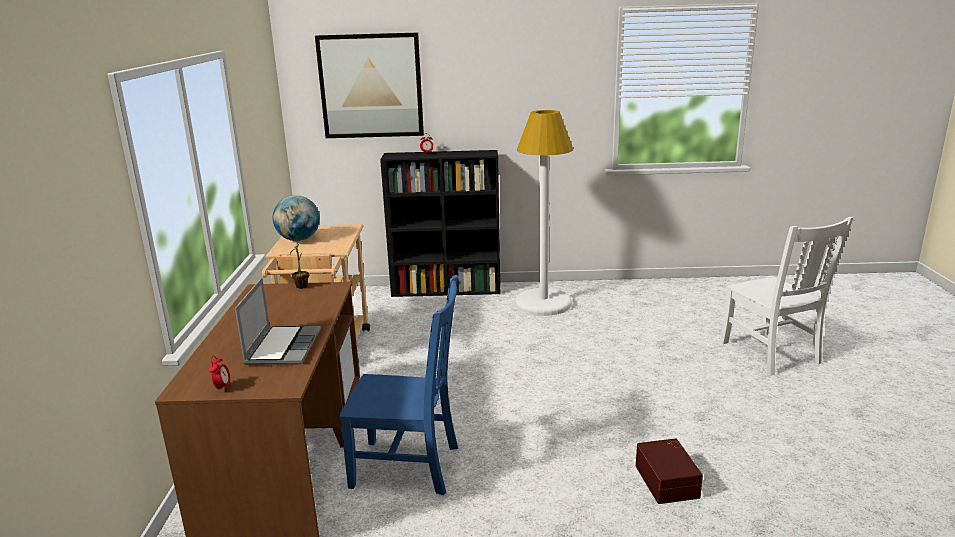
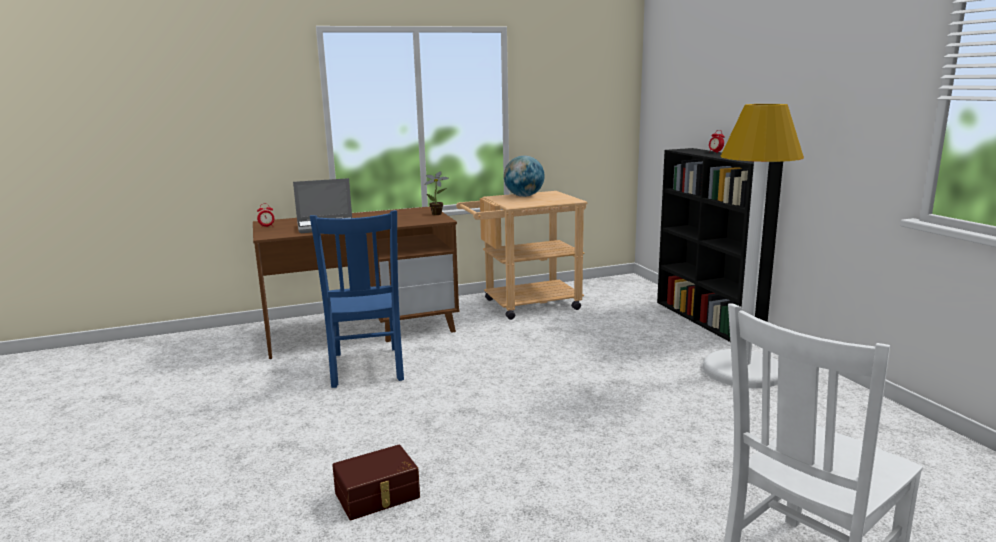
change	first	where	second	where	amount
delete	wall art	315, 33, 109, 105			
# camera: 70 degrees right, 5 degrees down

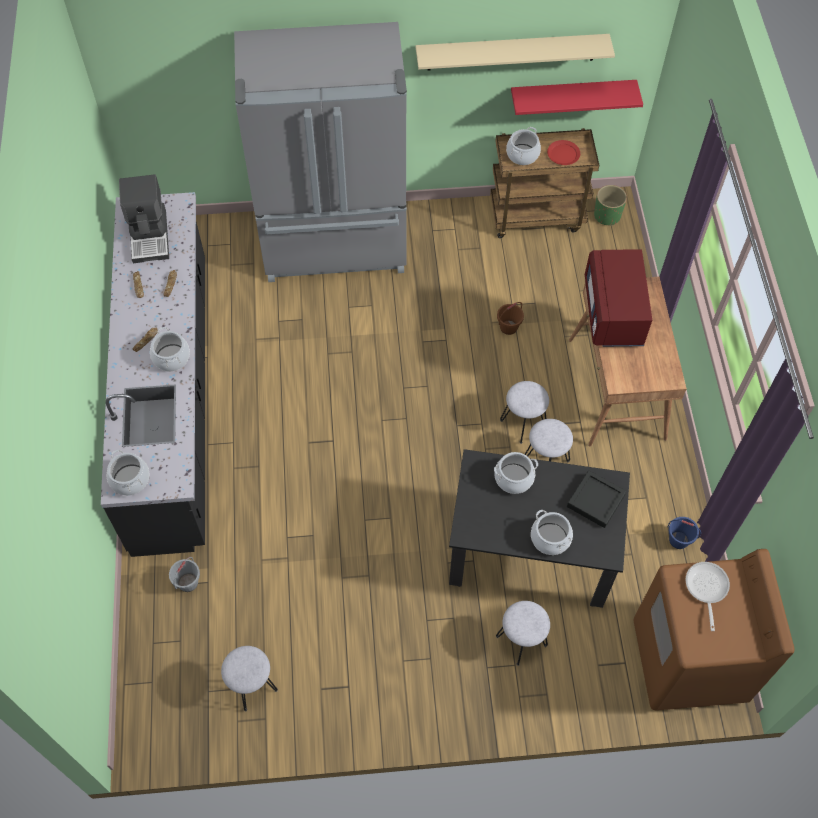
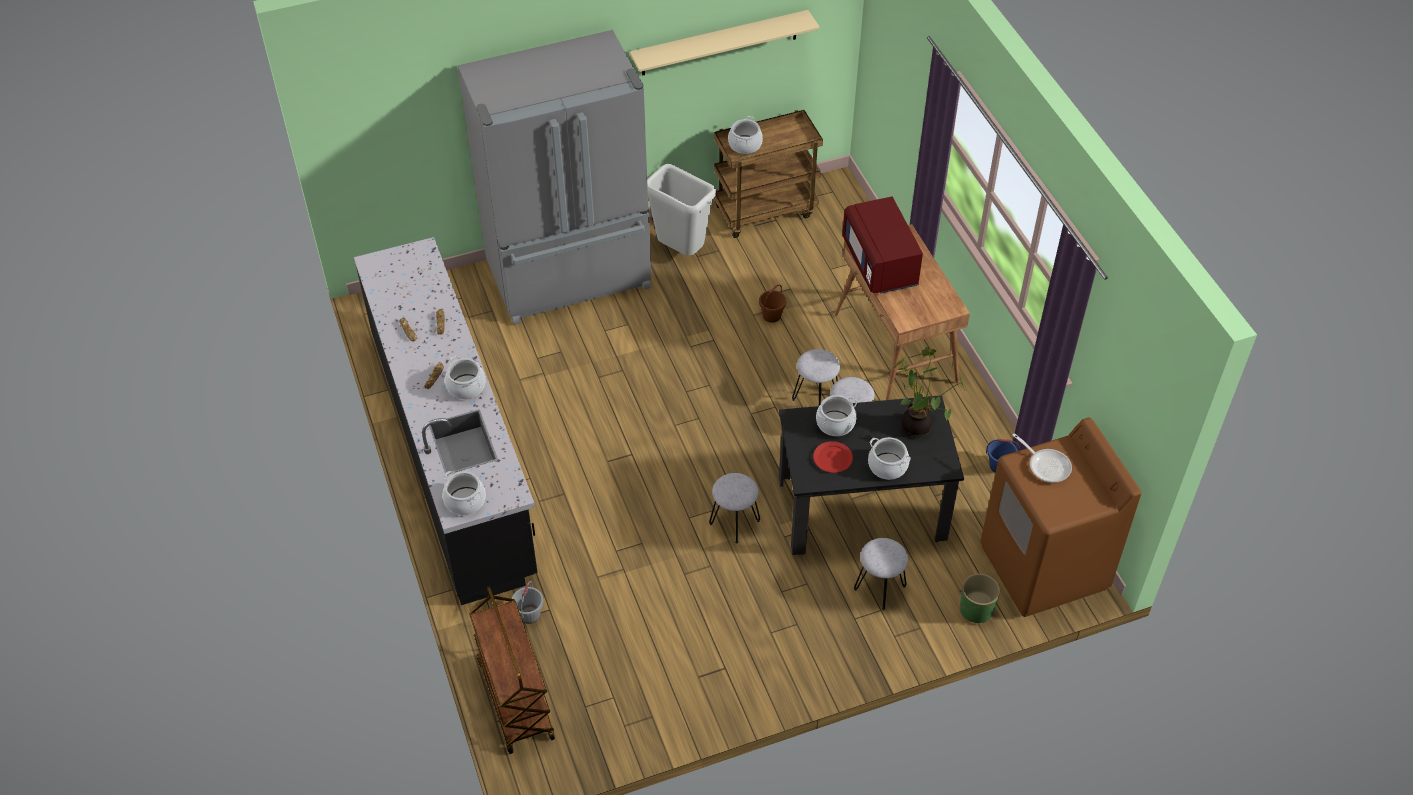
change	first	where	second	where	amount
delete	coffee brewer	119, 174, 50, 89			
delete	wall shelf/reddish	511, 80, 132, 35			
insert			trolley/brownish	469, 586, 86, 168	
insert			rubbish bin/gray	647, 164, 69, 92	
move	stool seat/gray	221, 646, 57, 65		709, 473, 51, 70	
move	plate/reddish	547, 140, 33, 25		813, 441, 40, 32	
move	planter/green-coloured	594, 185, 33, 41		960, 573, 40, 50	
replace	carrying tray/black-coloured	567, 470, 59, 58	houseplant	893, 347, 72, 90	
rotate	frying pan	686, 562, 44, 69		1012, 433, 60, 50	150 degrees clockwise
# camera: 15 degrees left, 10 degrees down

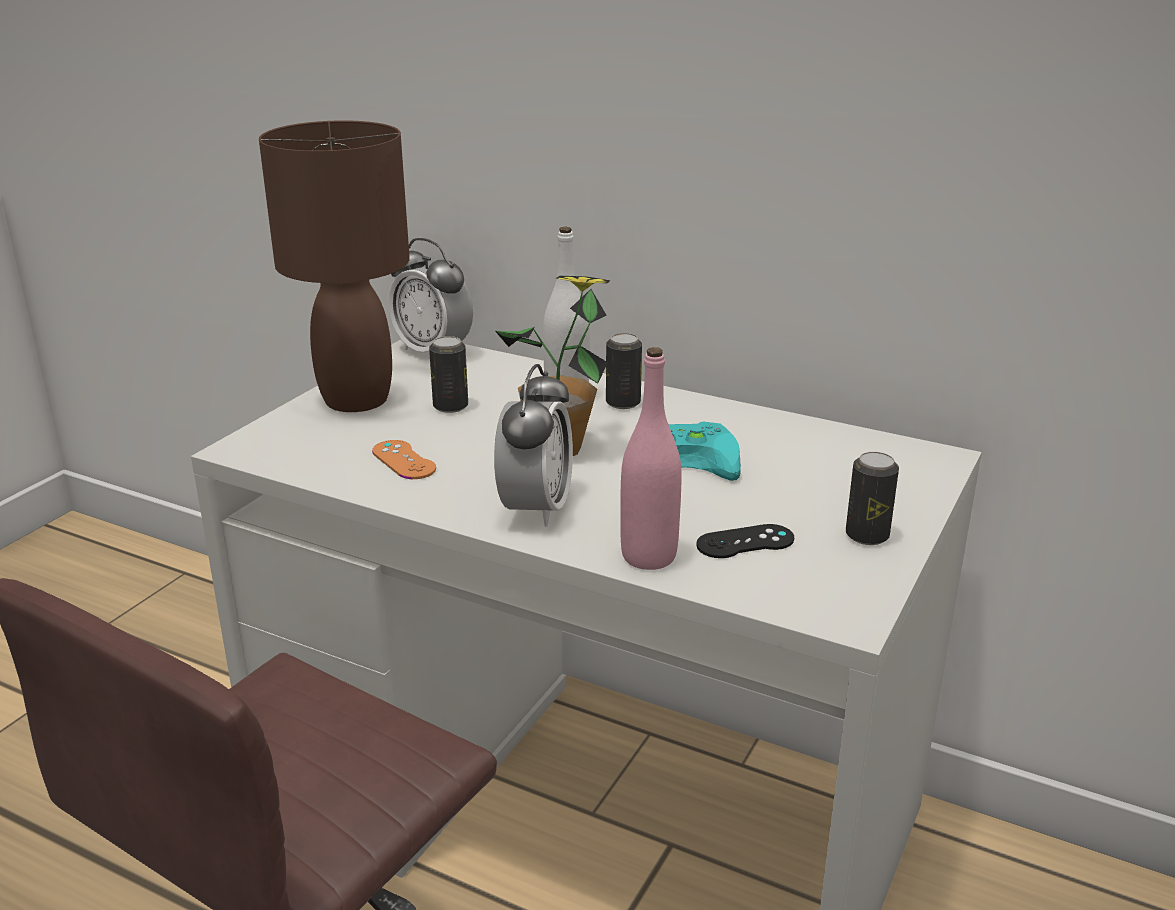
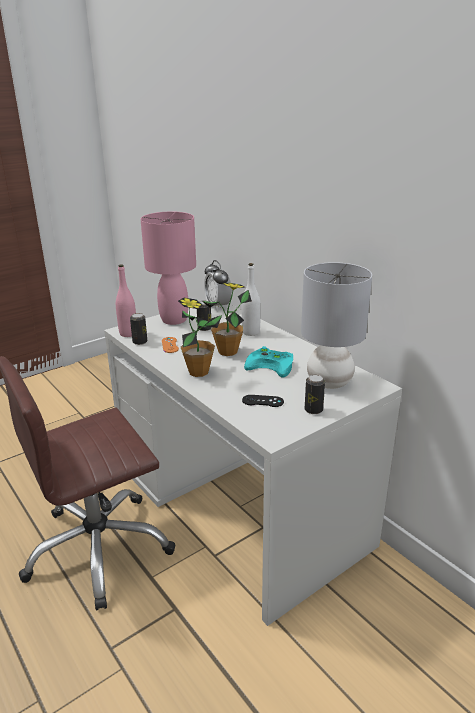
change	first	where	second	where	amount
insert			tabletop lamp/gray	301, 262, 71, 127	
move	can	606, 333, 36, 76		130, 313, 17, 32	
move	drink bottle/pinkish	620, 347, 62, 223		116, 264, 20, 73	
replace	bedside clock	494, 364, 79, 163	houseplant	178, 298, 44, 79	
recolor	tabletop lamp/brownish	259, 120, 151, 292	tabletop lamp/pinkish	140, 211, 56, 114	
# camera: 25 degrees right, 0 degrees up

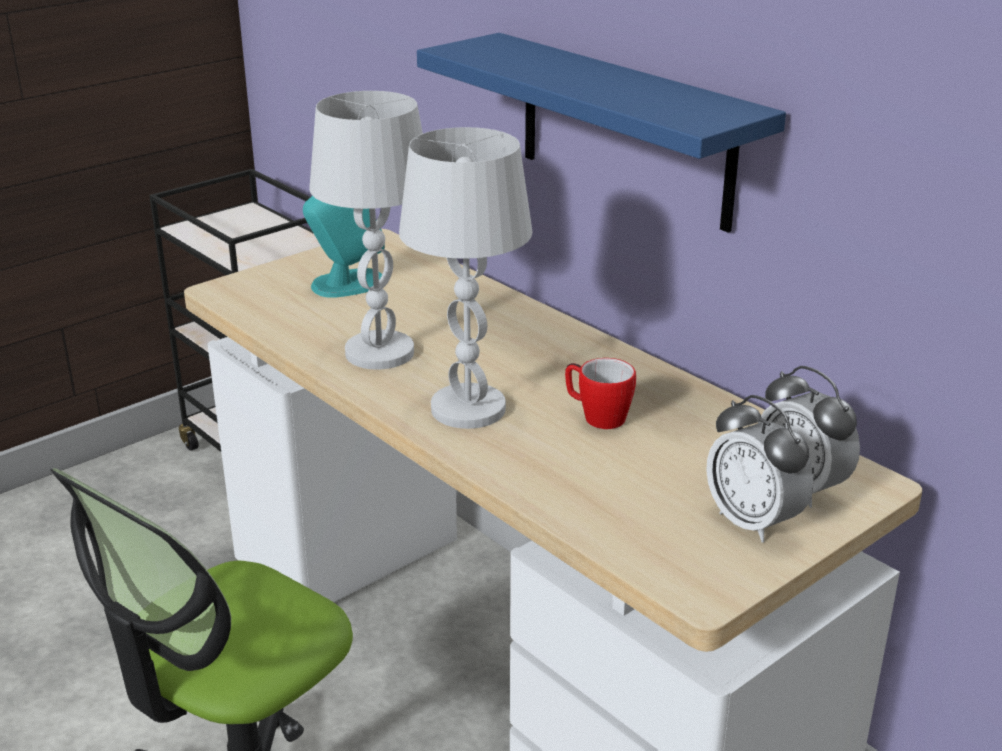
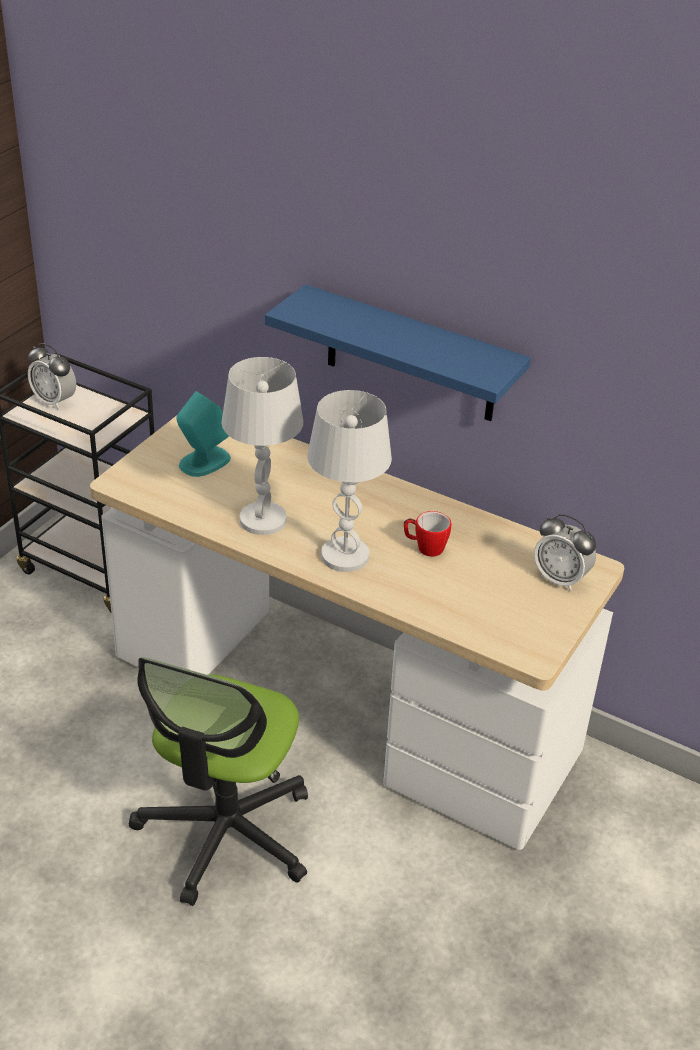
change	first	where	second	where	amount
move	bedside clock	706, 395, 108, 148		28, 343, 48, 67	
# camera: 20 degrees left, 10 degrees up

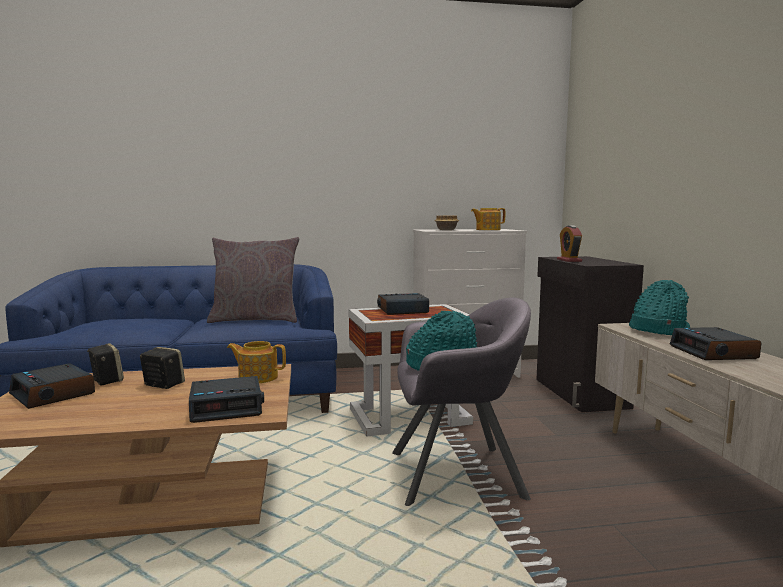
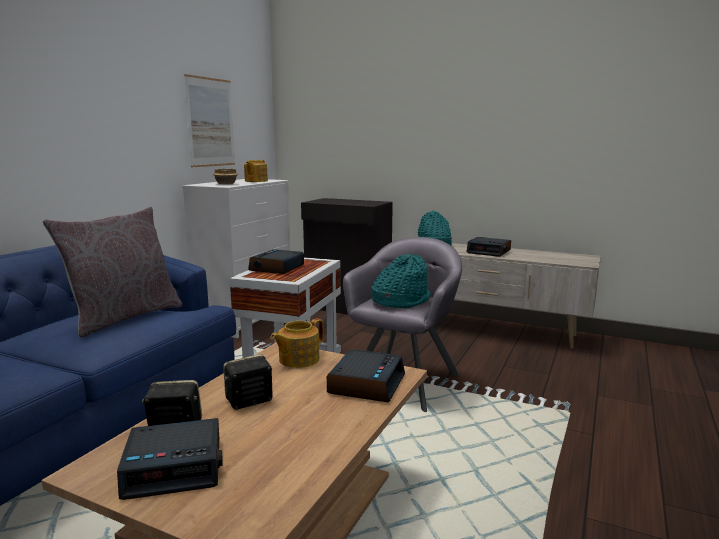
change	first	where	second	where	amount
delete	bedside clock	557, 225, 25, 37			
insert			wall art	184, 74, 51, 93	
# camera: 55 degrees left, 5 degrees up

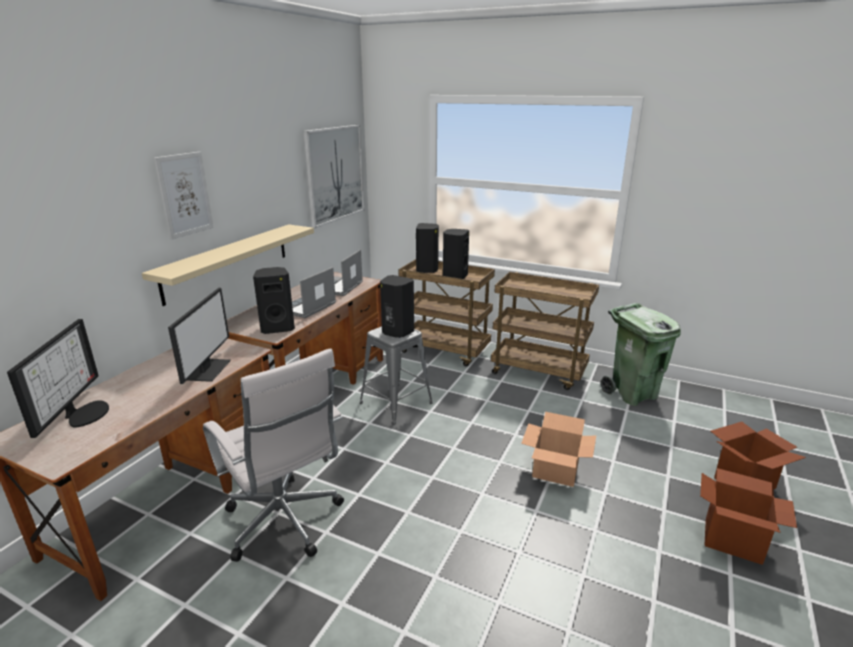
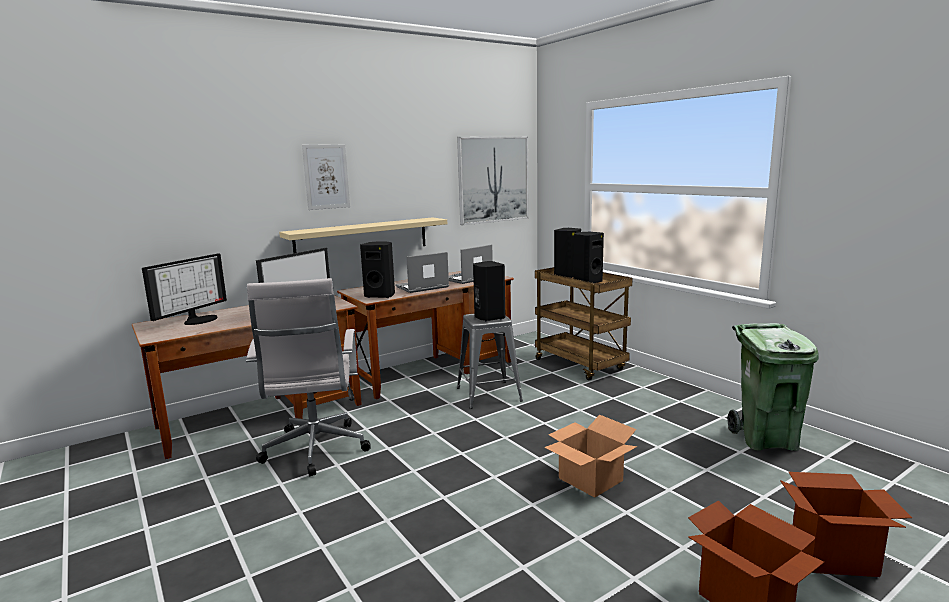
change	first	where	second	where	amount
delete	trolley/brownish	491, 272, 108, 118			
# camera: 30 degrees right, 10 degrees down

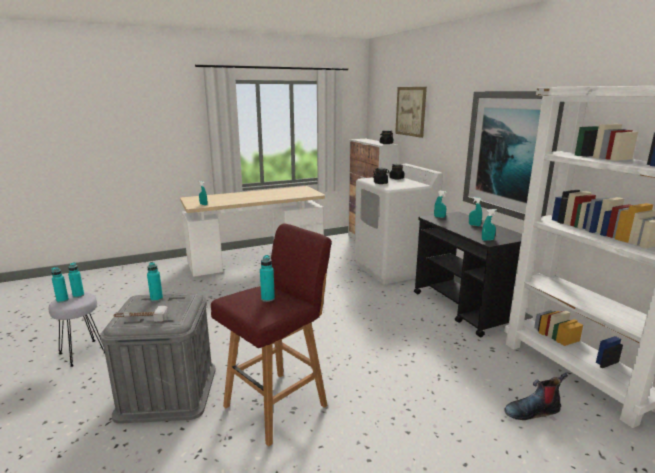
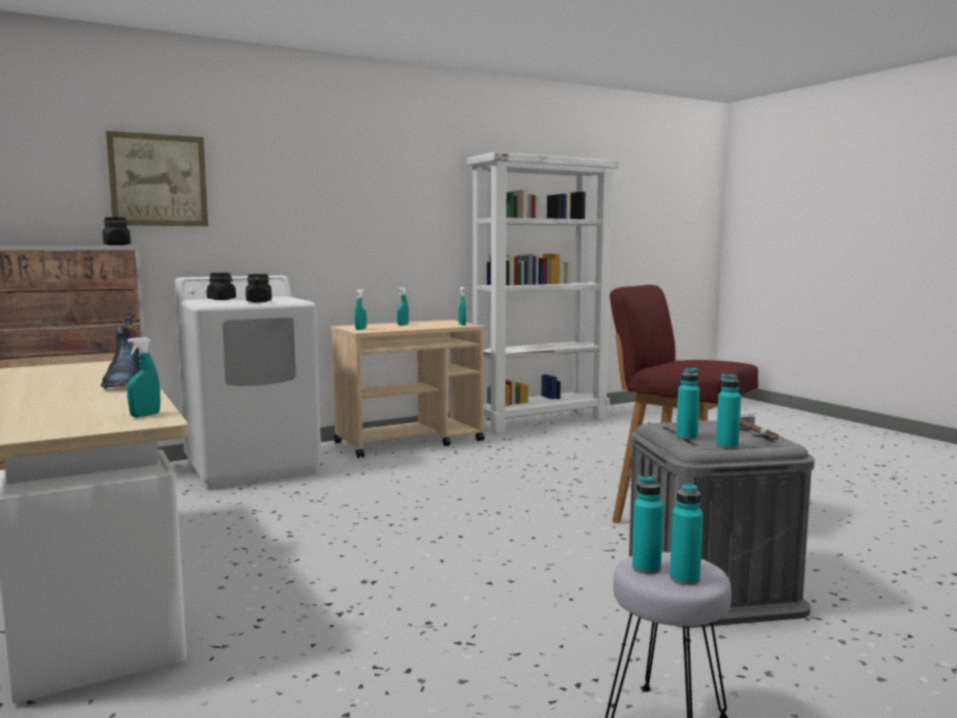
change	first	where	second	where	amount
delete	wall art	463, 91, 102, 129			
move	drink bottle/turquoise	260, 255, 15, 47		716, 374, 25, 75	
move	boot	504, 373, 64, 47		101, 314, 39, 75	
recolor	trolley/black-coloured	414, 212, 108, 125	trolley/beige	331, 320, 154, 138	
# camera: 95 degrees left, 10 degrees down

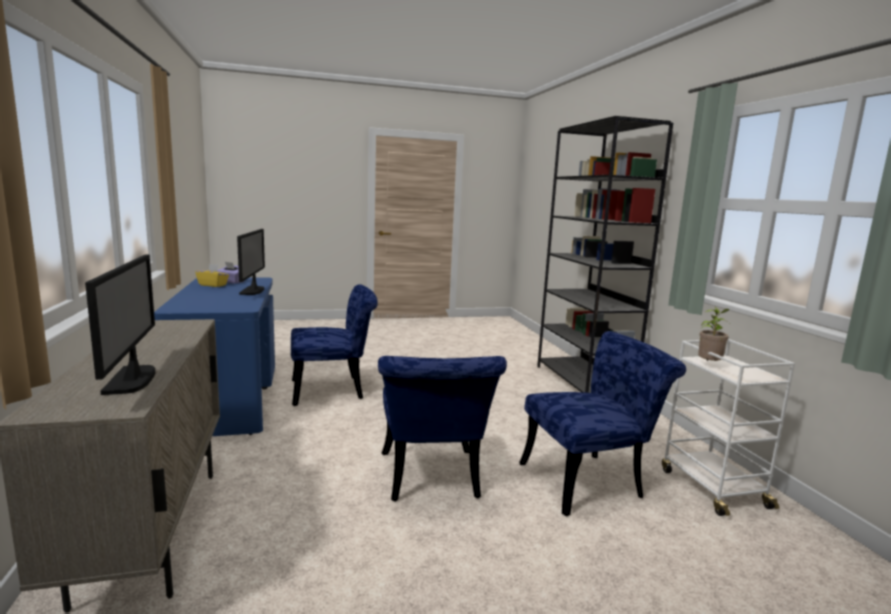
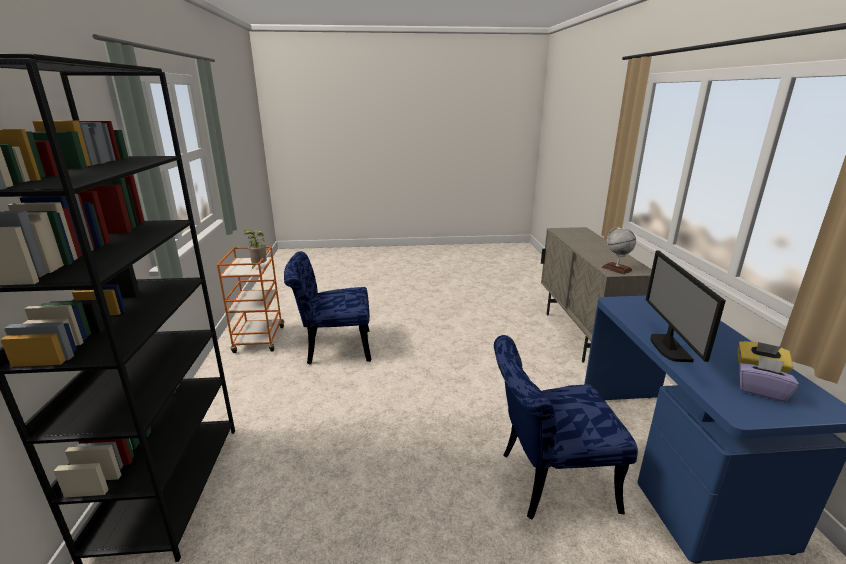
change	first	where	second	where	amount
delete	computer screen	85, 255, 71, 140			
delete	upright chair/blue-coloured	378, 356, 129, 146			
insert			world globe	602, 226, 34, 48	
recolor	trolley/white-coloured	662, 339, 133, 177	trolley/orange	217, 246, 67, 107	
# camera: 170 degrees left, 10 degrees up

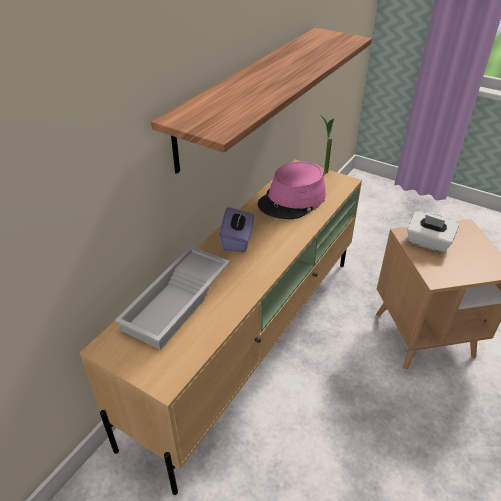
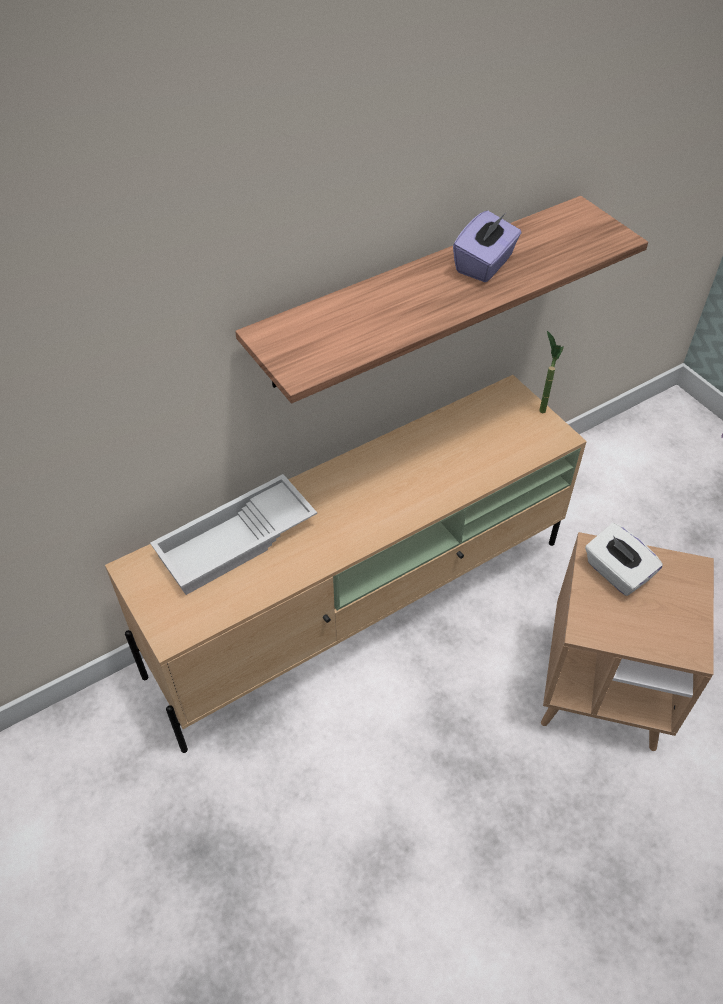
change	first	where	second	where	amount
delete	clothing hat/pinkish	258, 161, 68, 58			
move	tissue holder/purple-coloured	219, 207, 35, 45		453, 211, 68, 71	
# camera: 25 degrees right, 10 degrees up

